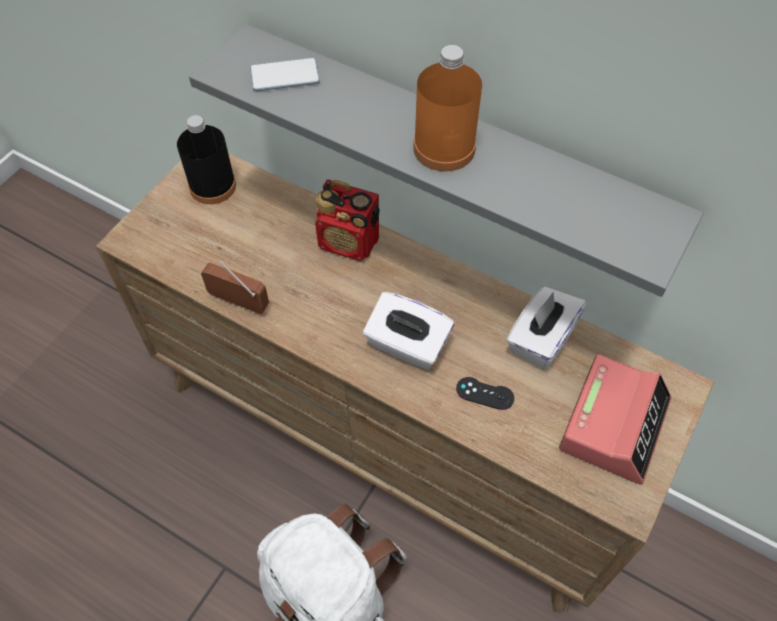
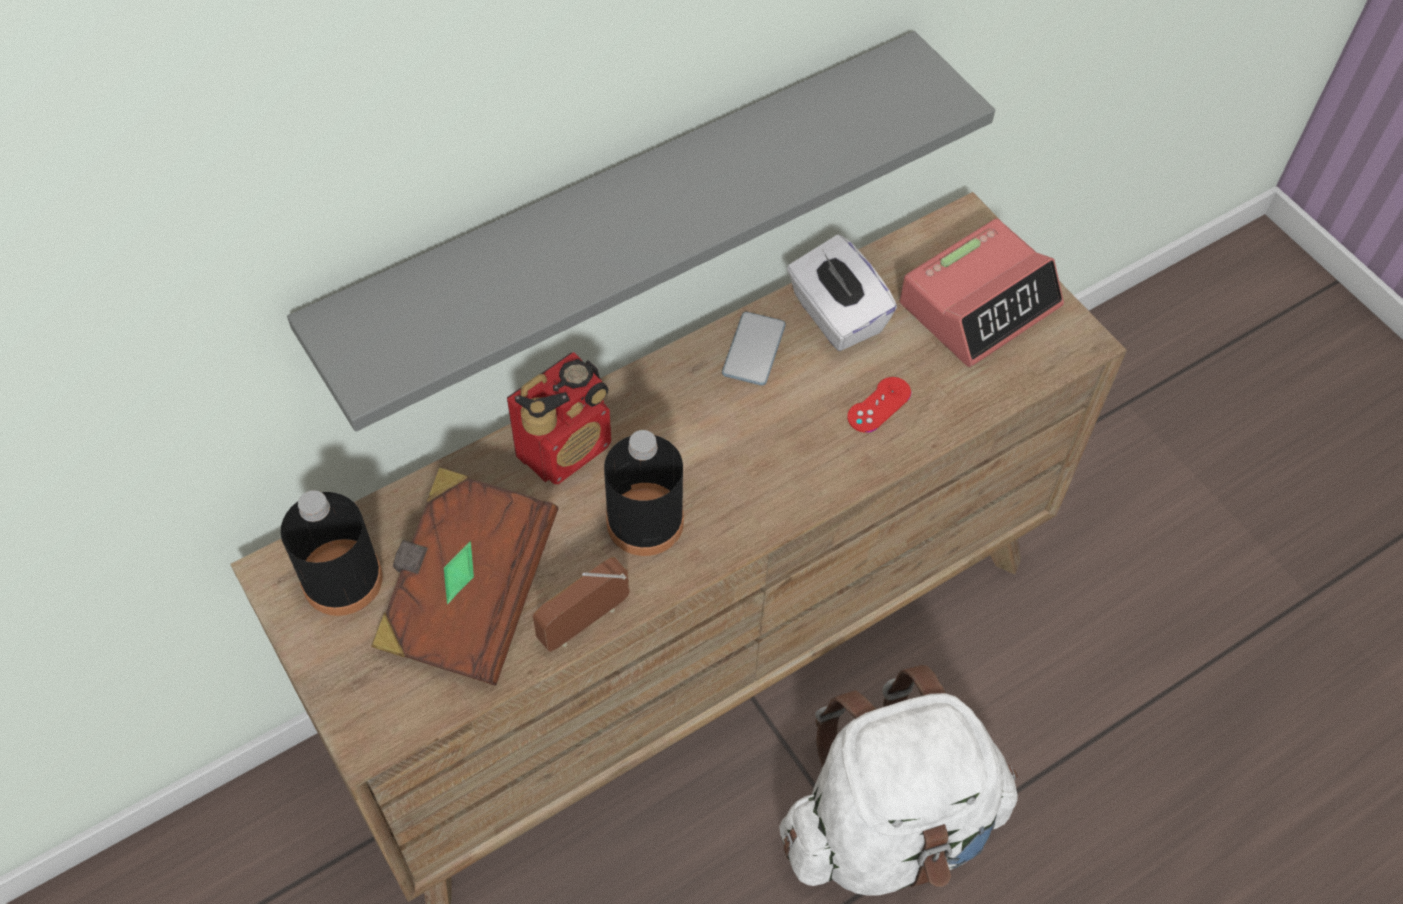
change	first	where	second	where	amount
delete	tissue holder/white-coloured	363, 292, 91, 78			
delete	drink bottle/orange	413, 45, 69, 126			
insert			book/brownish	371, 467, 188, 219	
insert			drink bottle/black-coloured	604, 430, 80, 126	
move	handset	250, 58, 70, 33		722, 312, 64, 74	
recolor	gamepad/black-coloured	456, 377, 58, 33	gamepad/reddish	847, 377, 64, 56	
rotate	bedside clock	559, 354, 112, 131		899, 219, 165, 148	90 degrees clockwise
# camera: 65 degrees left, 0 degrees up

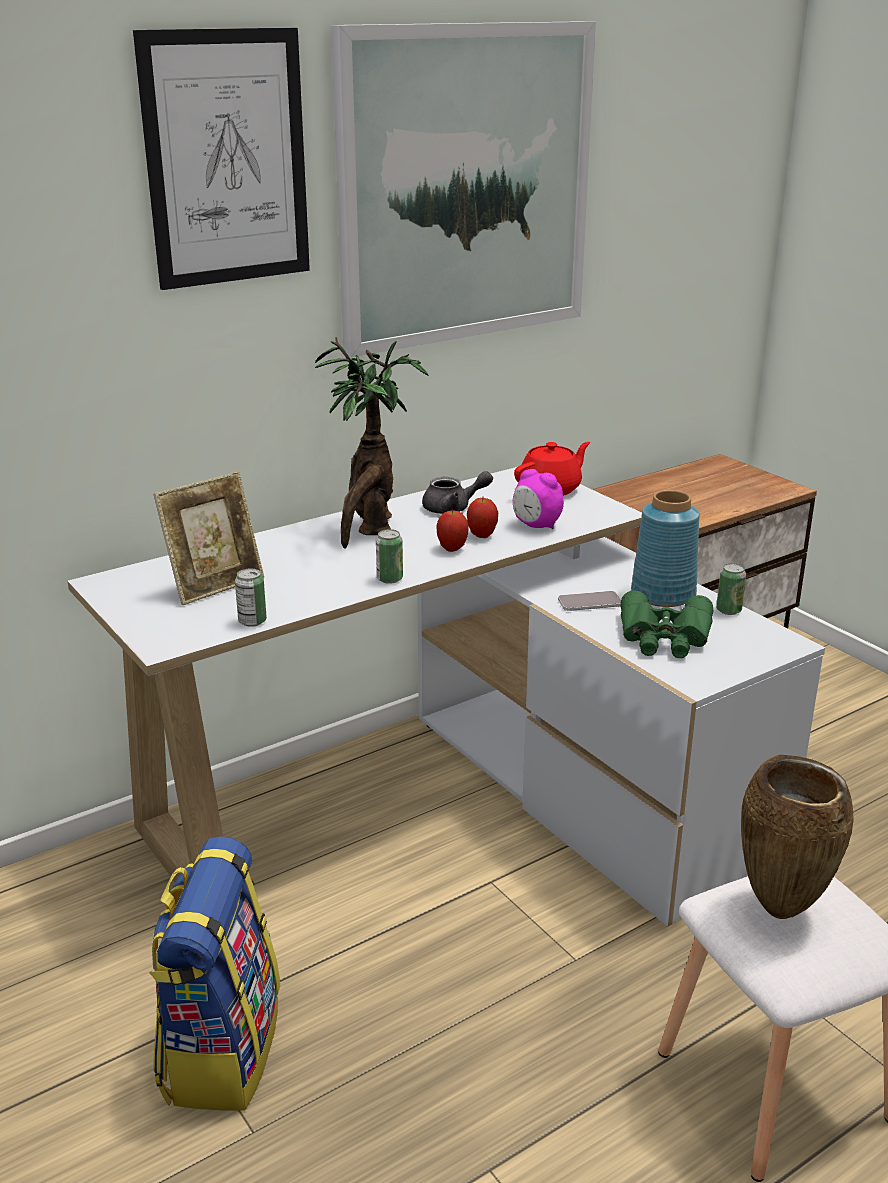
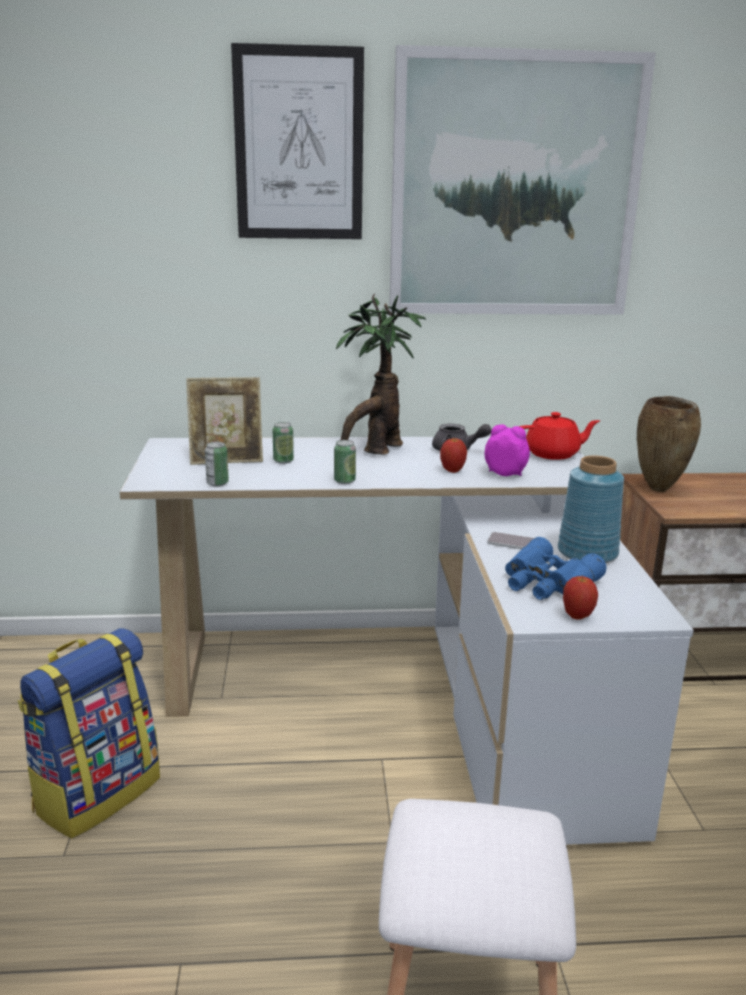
change	first	where	second	where	amount
move	apple fruit	436, 509, 33, 43		563, 575, 35, 44	
move	can	716, 563, 30, 52		273, 422, 21, 42	
move	decorative vase/brownish	741, 754, 113, 165		637, 396, 64, 96	
recolor	pair of binoculars/green-coloured	620, 590, 93, 68	pair of binoculars/blue-coloured	505, 537, 102, 63	
rotate	bedside clock	513, 469, 51, 60		485, 424, 45, 52	135 degrees clockwise
# camera: 30 degrees right, 5 degrees down

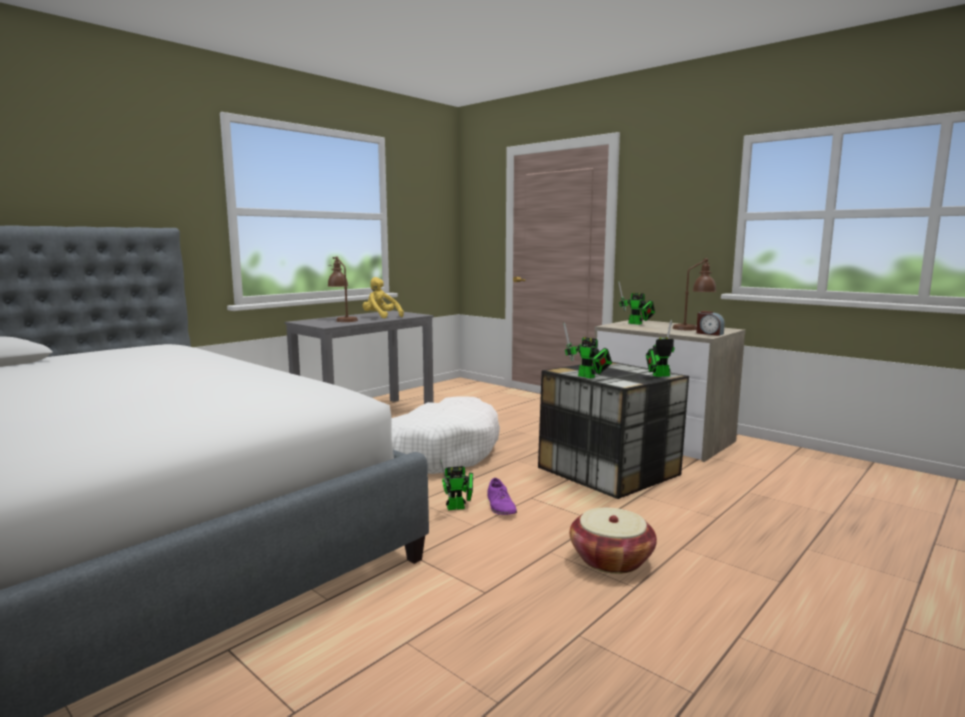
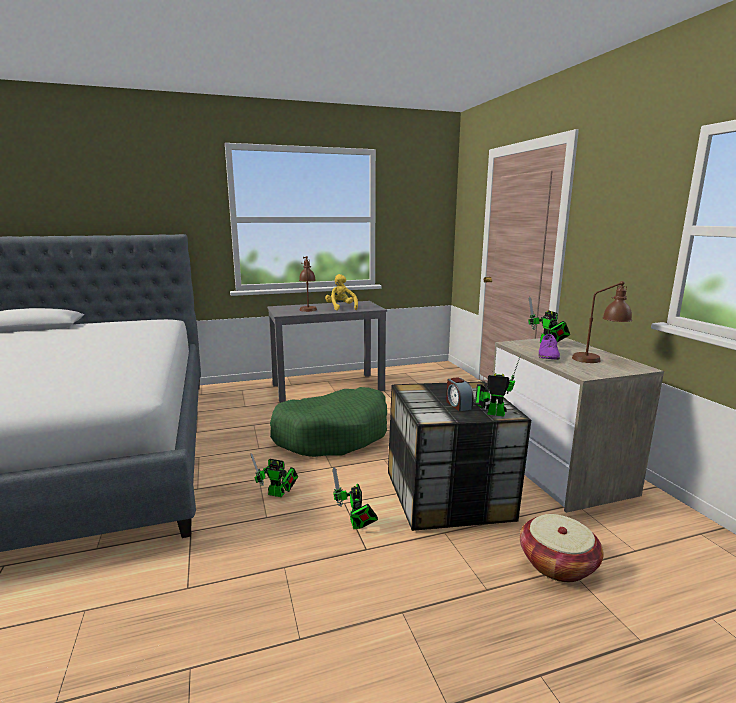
change	first	where	second	where	amount
move	low shoe/purple-coloured	487, 478, 30, 37		538, 334, 22, 26	
move	toy robot	563, 323, 49, 56		332, 468, 46, 61	
move	storage basket	570, 508, 87, 66		520, 514, 84, 68	
move	bedside clock	696, 311, 29, 25		446, 377, 27, 34	
recolor	dog bed/white-coloured	391, 397, 109, 77	dog bed/green-coloured	270, 387, 117, 70	
# camera: 30 degrees right, 5 degrees up

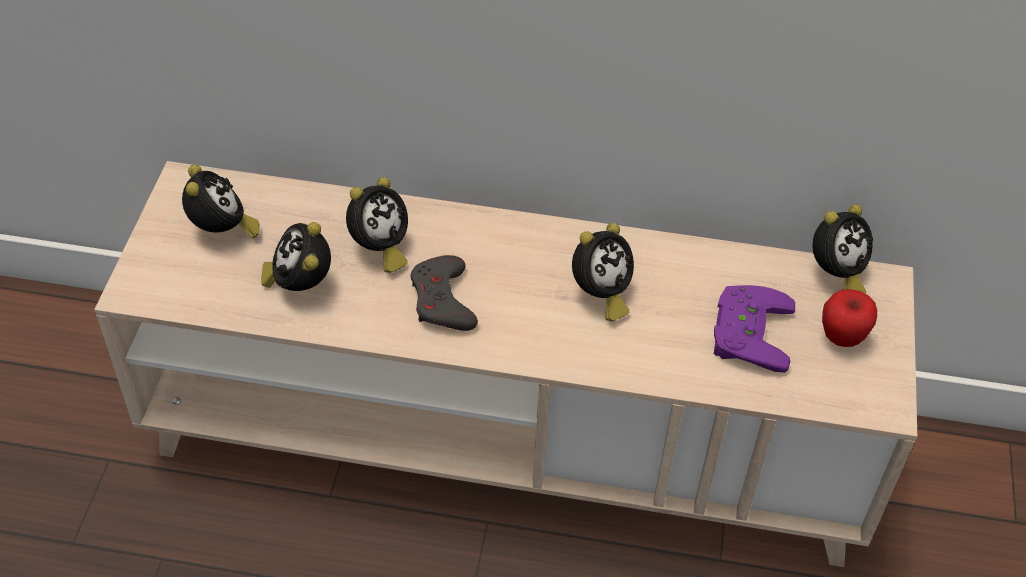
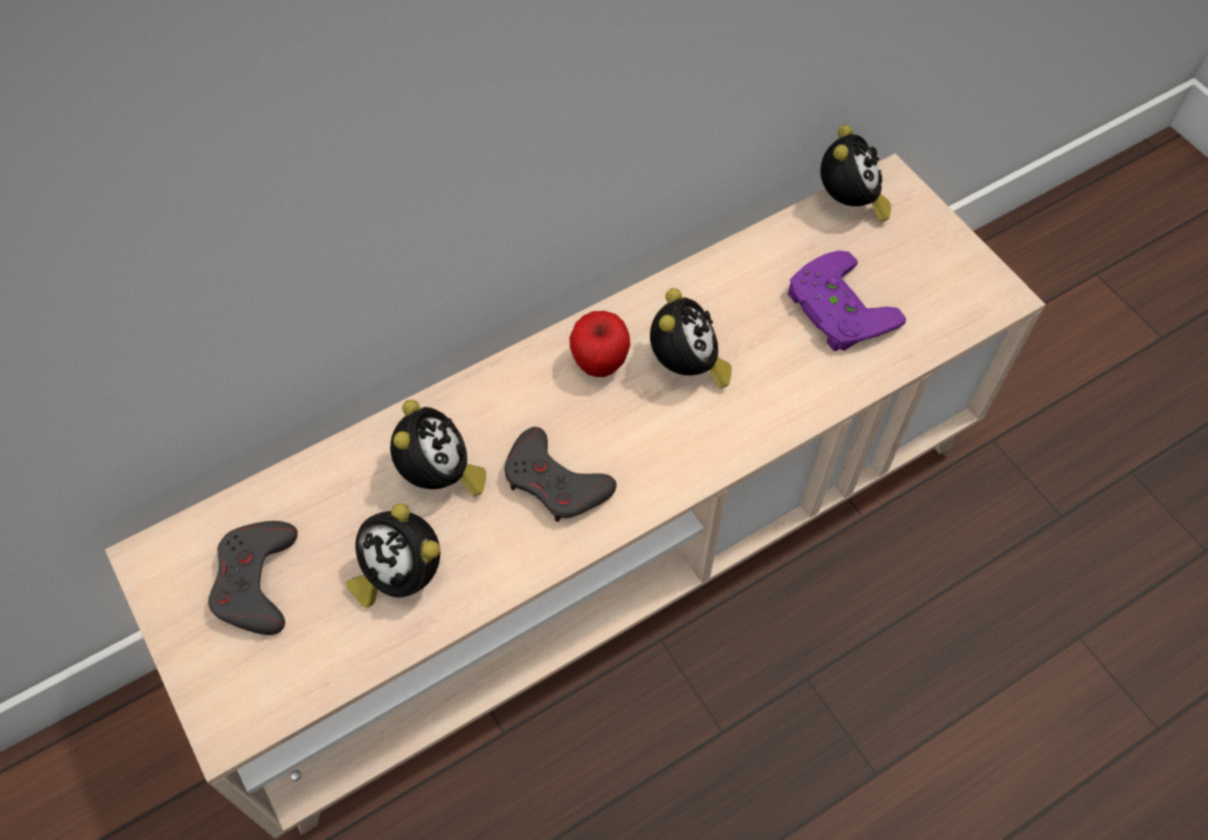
change	first	where	second	where	amount
move	apple fruit	822, 289, 55, 58		570, 311, 60, 66	
replace	bedside clock	182, 165, 78, 74	gamepad/gray	208, 521, 90, 114	
# camera: 40 degrees left, 10 degrees up

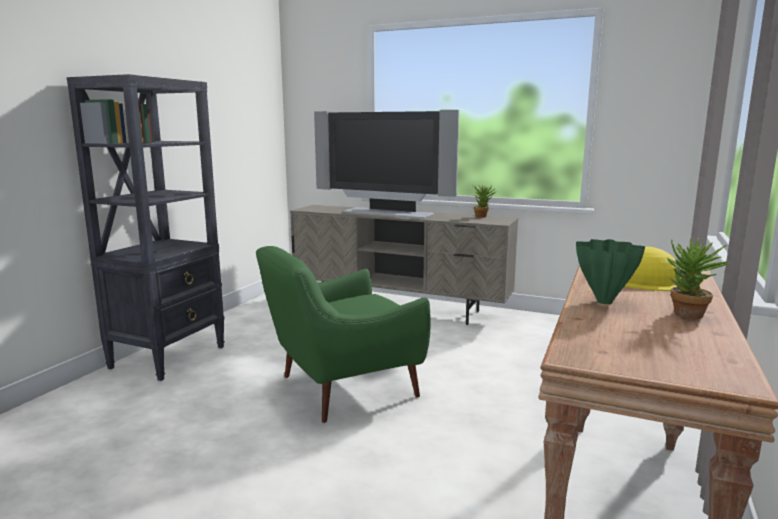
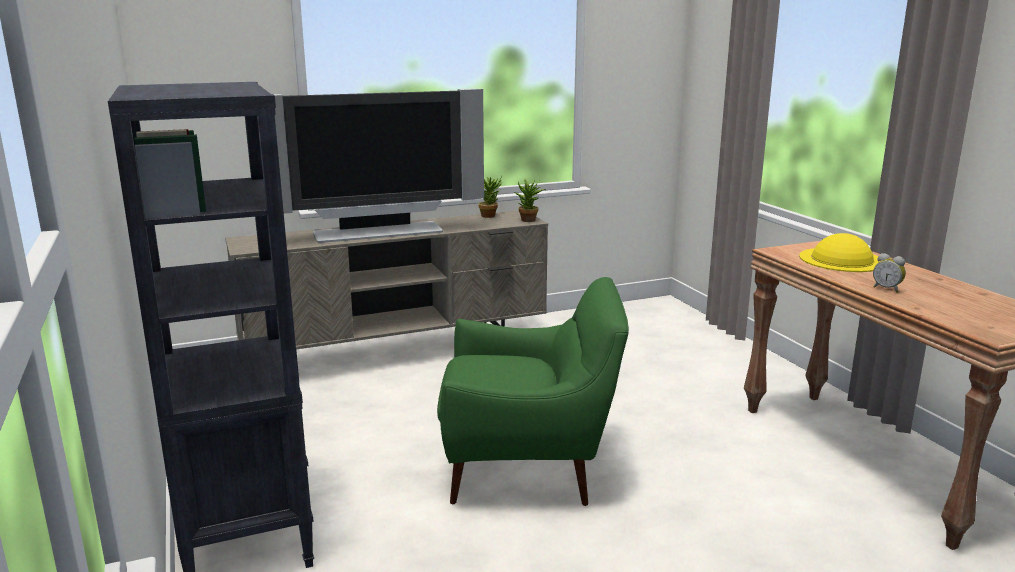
change	first	where	second	where	amount
move	houseplant	667, 237, 64, 82		514, 178, 32, 44	
replace	decorative vase/green-coloured	576, 239, 69, 65	bedside clock	873, 253, 33, 40	
rotate	lounge chair/green-coloured	256, 246, 175, 177		437, 277, 192, 229	105 degrees counterclockwise
# camera: 45 degrees left, 5 degrees up

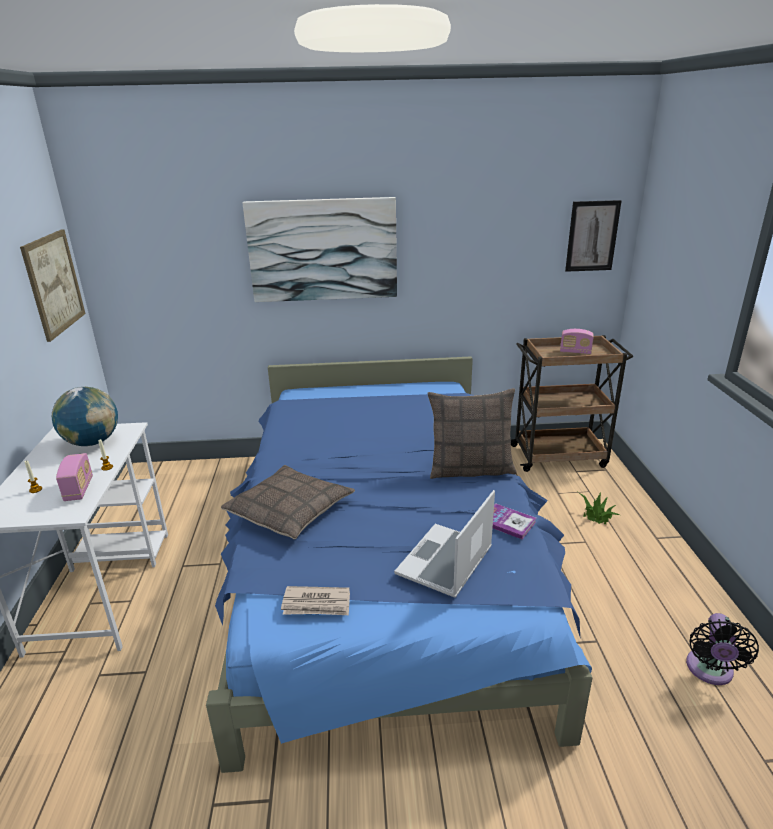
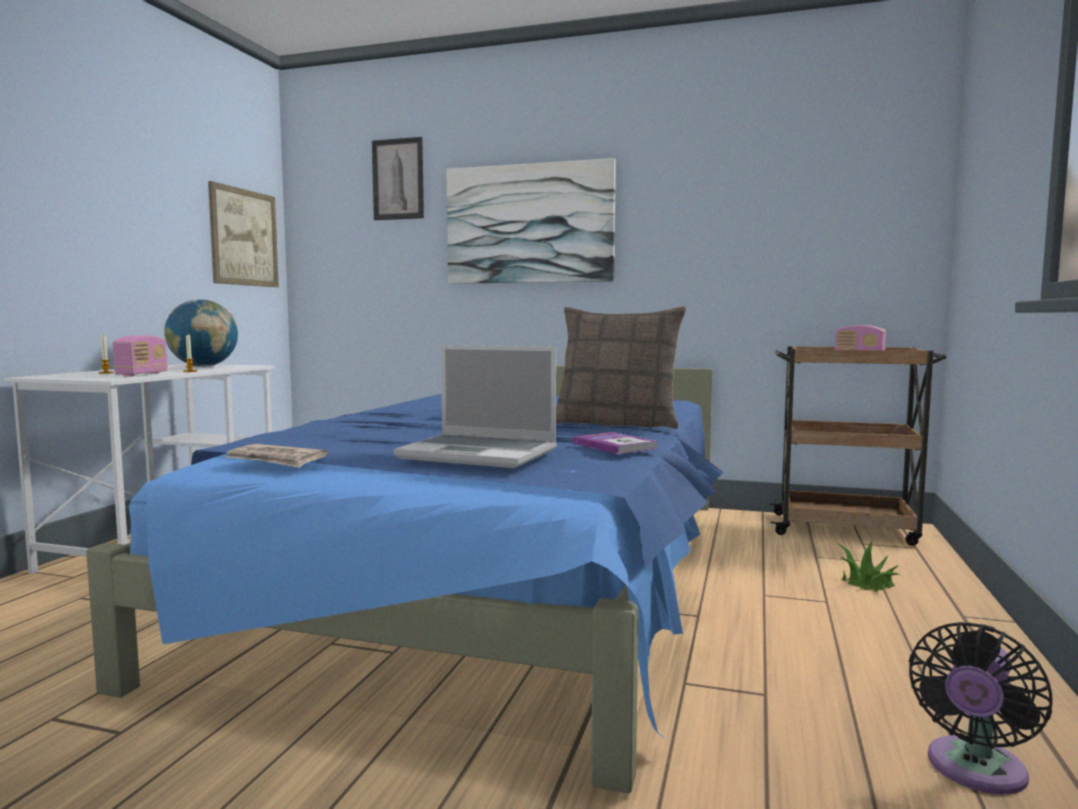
change	first	where	second	where	amount
delete	pillow	221, 465, 134, 74			
move	wall art	565, 200, 57, 72		372, 137, 52, 83	
rotate	portable computer	394, 490, 101, 108		393, 345, 164, 123	120 degrees counterclockwise
# camera: 20 degrees right, 20 degrees down

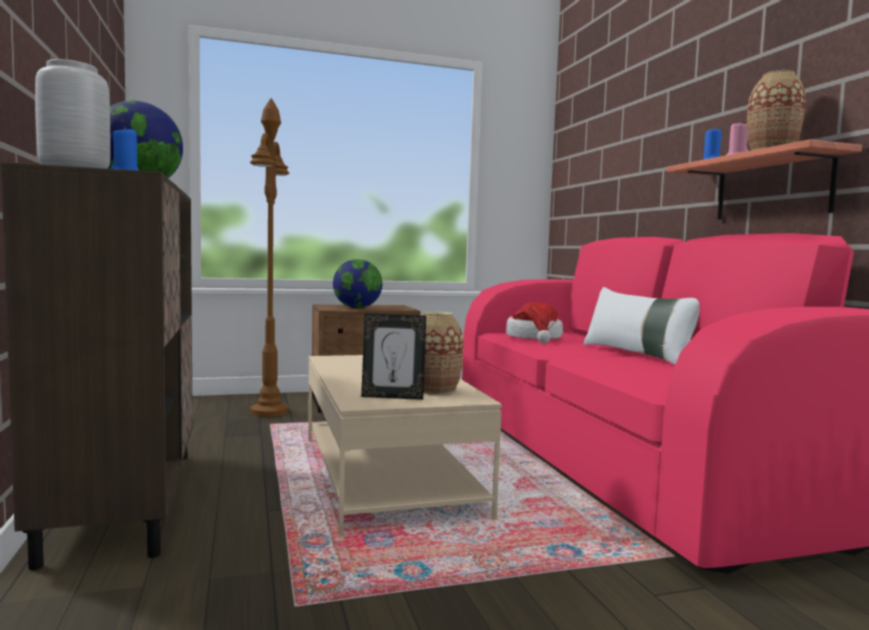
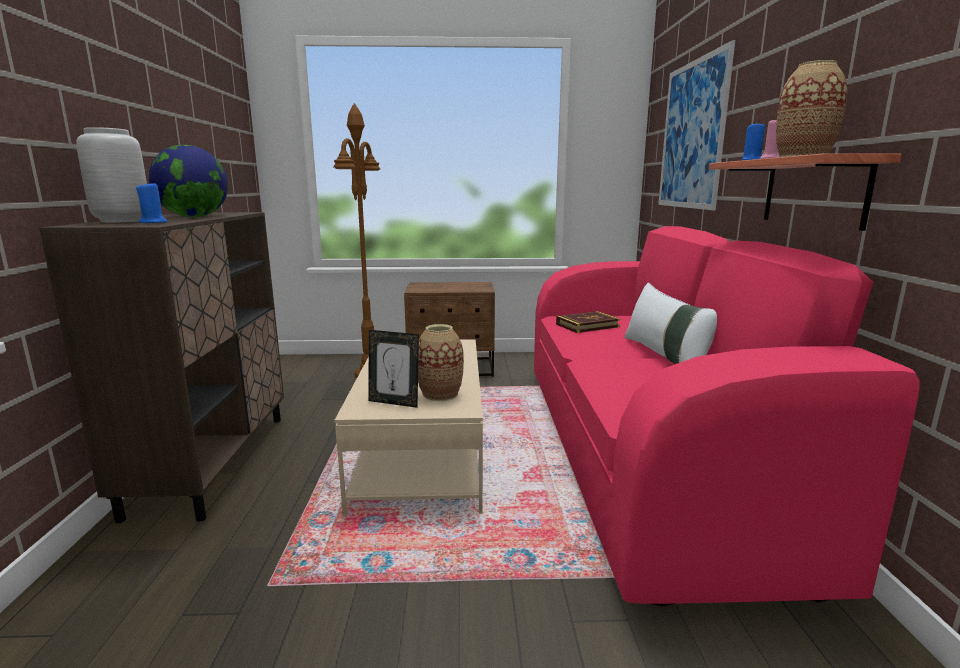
change	first	where	second	where	amount
delete	world globe	333, 259, 49, 49			
insert			wall art	658, 40, 77, 170	
replace	clothing hat	506, 302, 57, 41	book	556, 311, 64, 22	
# camera: 15 degrees right, 10 degrees up

